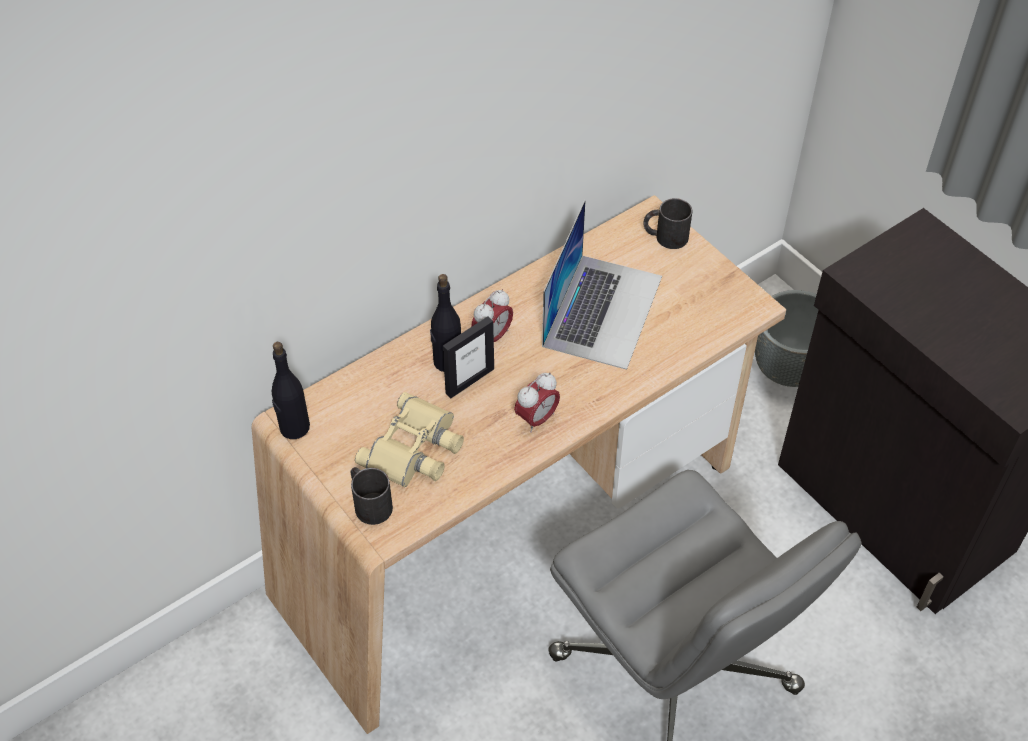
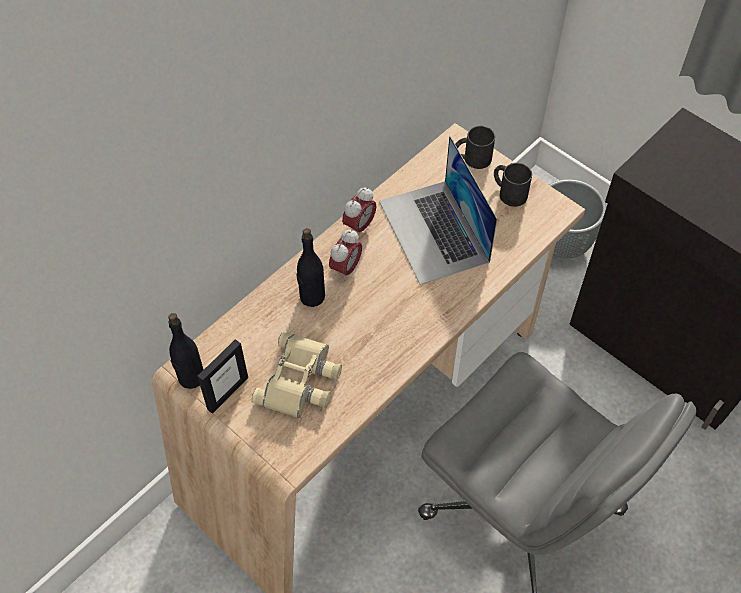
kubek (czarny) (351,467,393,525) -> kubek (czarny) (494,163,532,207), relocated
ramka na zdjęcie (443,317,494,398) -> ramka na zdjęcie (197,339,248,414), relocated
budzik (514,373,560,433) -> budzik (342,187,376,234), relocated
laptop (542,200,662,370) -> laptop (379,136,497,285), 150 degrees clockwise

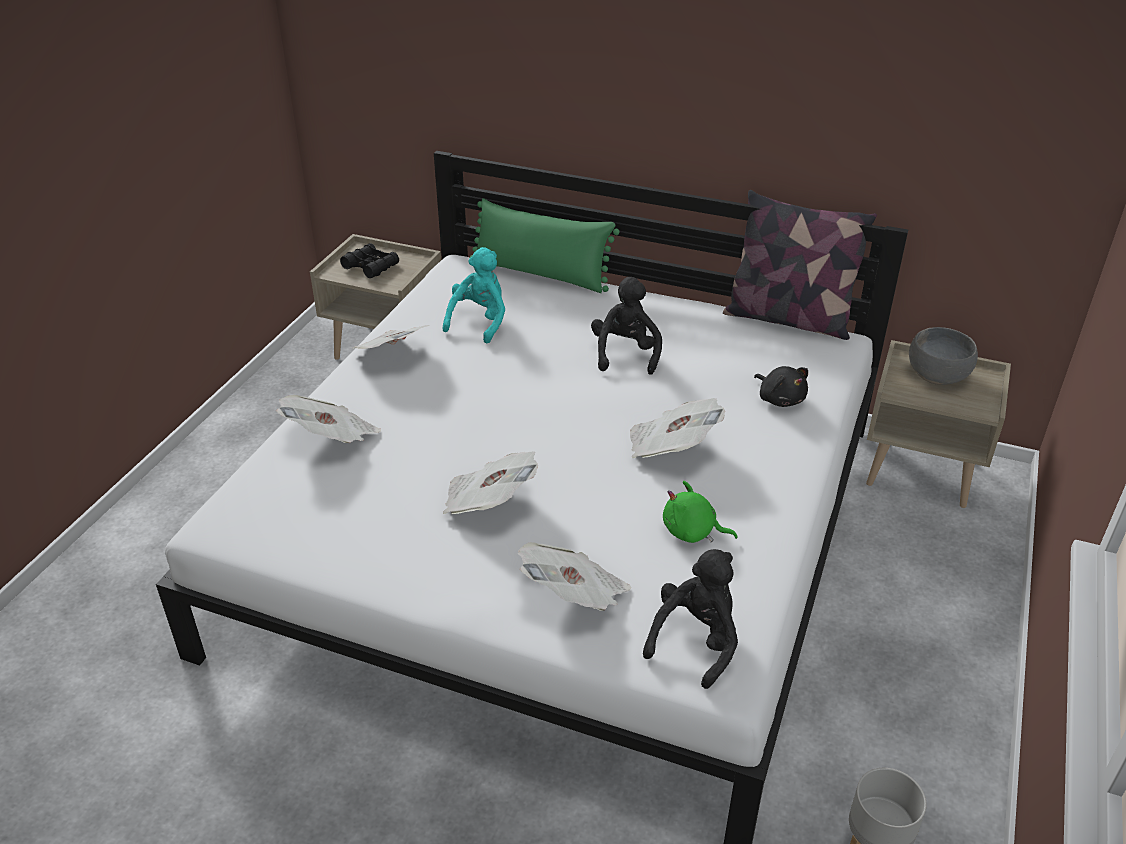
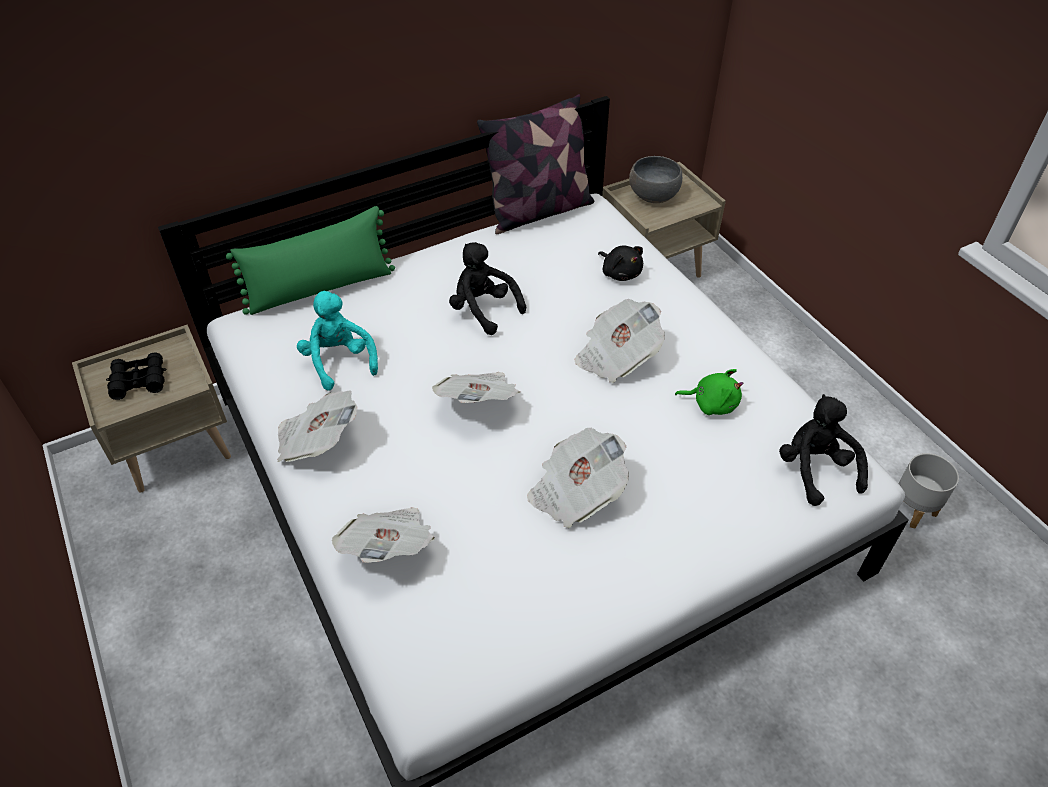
gazeta (518,542,631,611) -> gazeta (432,372,520,403), relocated
pluszak (zielony) (663,481,738,543) -> pluszak (zielony) (675,369,744,415), 135 degrees counterclockwise
pluszak (czarny) (754,366,808,407) -> pluszak (czarny) (598,246,643,281), 45 degrees clockwise

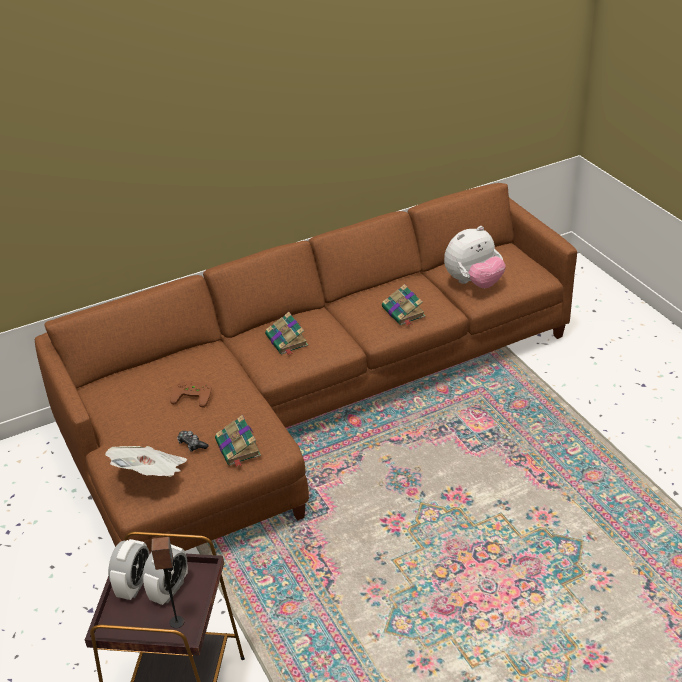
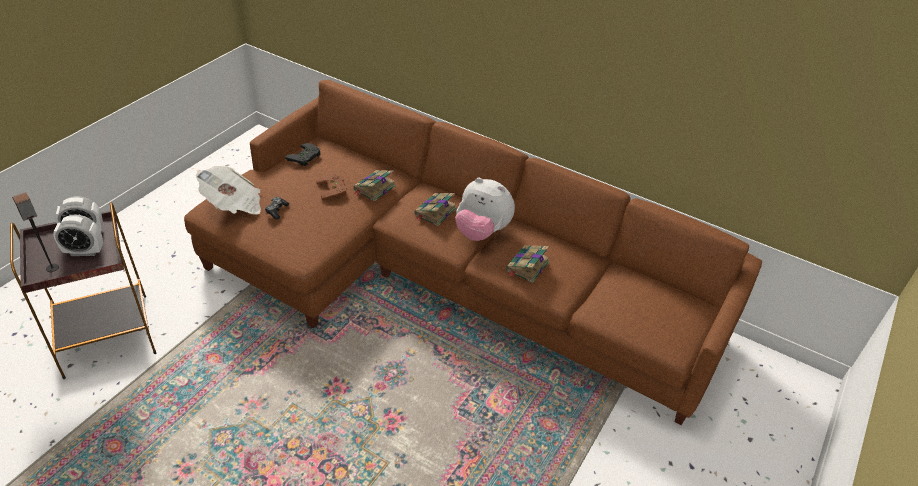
książka (215,415,261,468) -> książka (354,170,396,201), relocated
pluszak (444,226,506,288) -> pluszak (455,178,515,241), relocated
none -> pad do gier (czarny) (285,143,321,166)

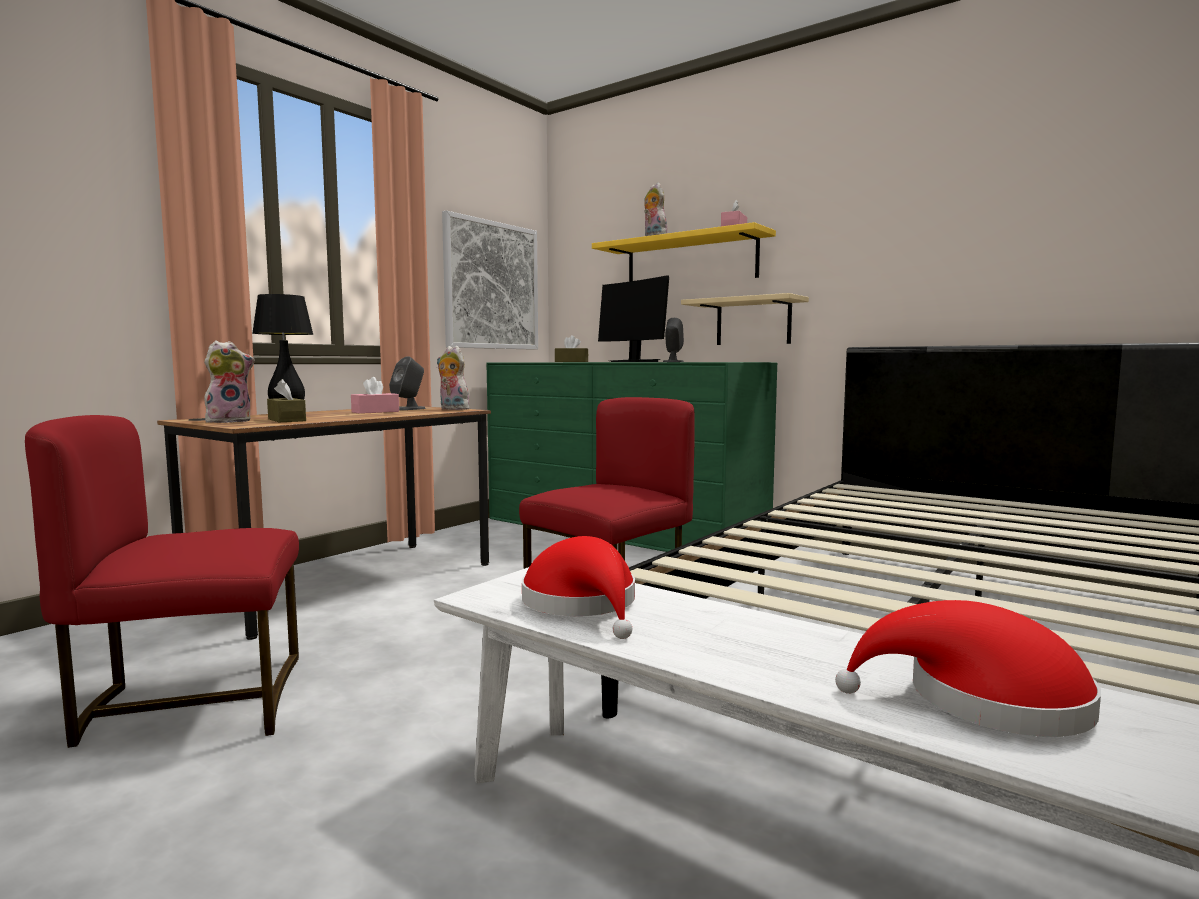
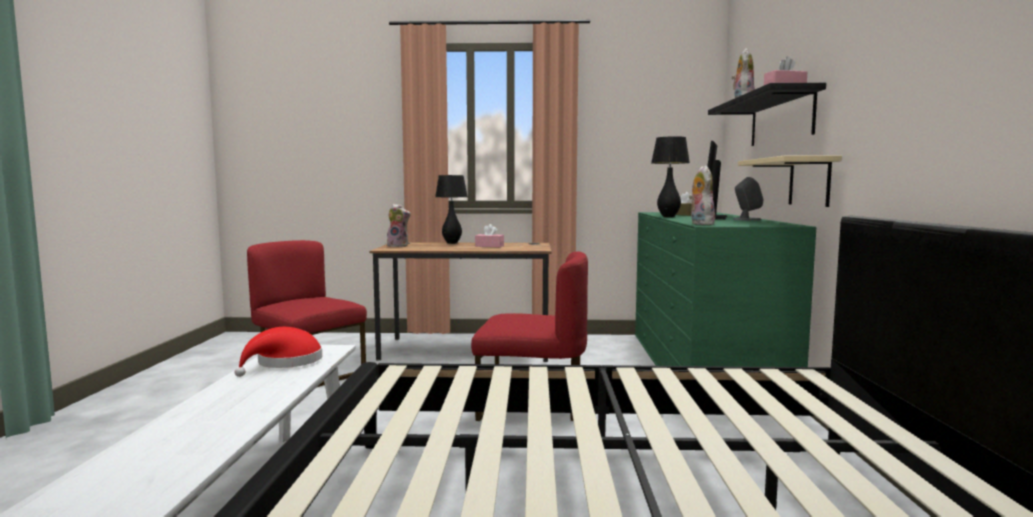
pudełko chusteczek (brązowy) (267,379,306,422) -> none
głośnik (szary) (389,356,426,410) -> none
pluszak (437,345,469,410) -> pluszak (689,166,715,225), relocated
obraz (442,211,538,350) -> none
półka (żółty) (592,222,776,282) -> półka (czarny) (708,83,826,146)
kapelusz (czerwony) (835,600,1101,737) -> none
none -> lampa stołowa (czarny) (651,136,690,217)

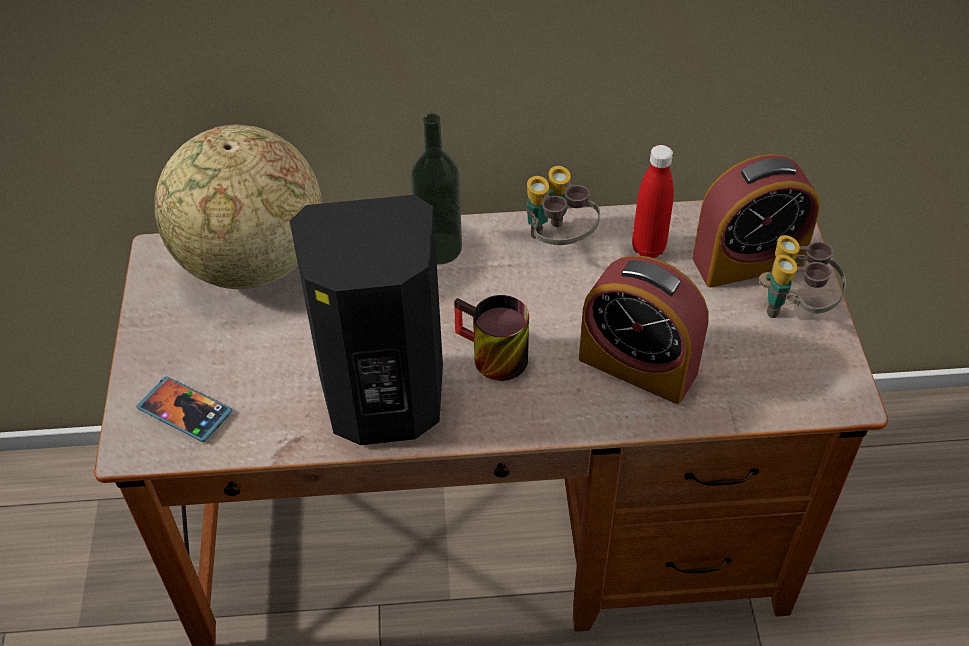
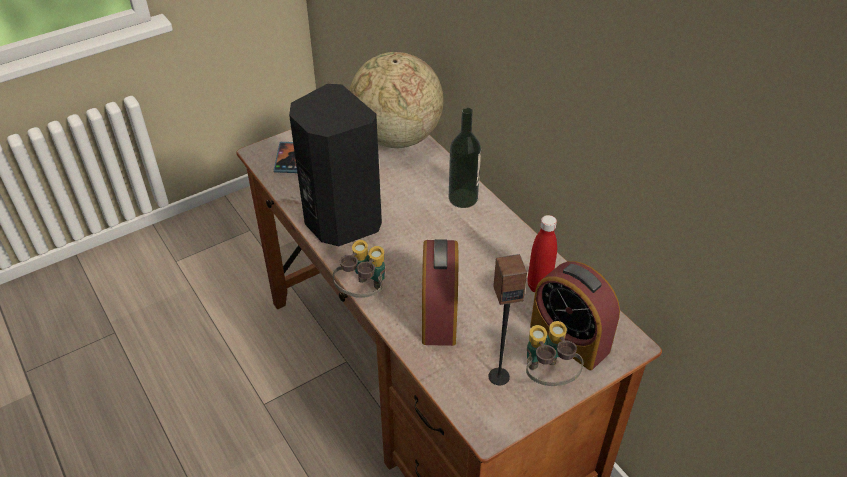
kubek (454,295,529,381) -> none
lornetka (527,166,600,245) -> lornetka (333,240,385,298), relocated
none -> głośnik (489,254,527,385)

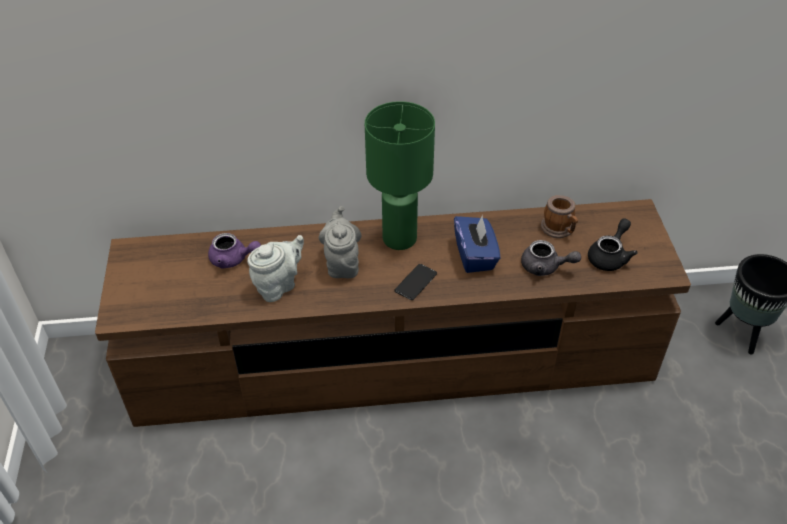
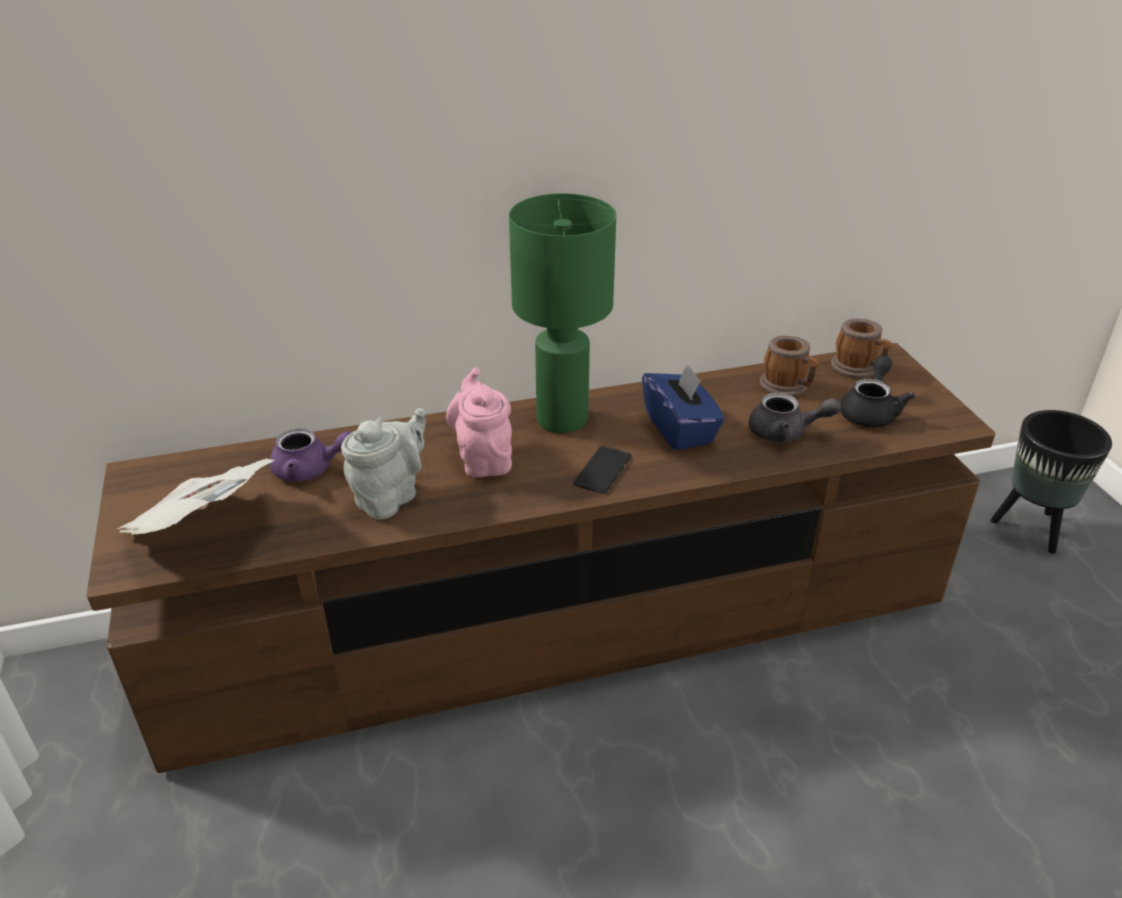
imbryk (szary) (319,206,361,278) -> imbryk (różowy) (446,368,512,477)
none -> gazeta (118,459,274,535)
none -> kubek (831,319,892,379)

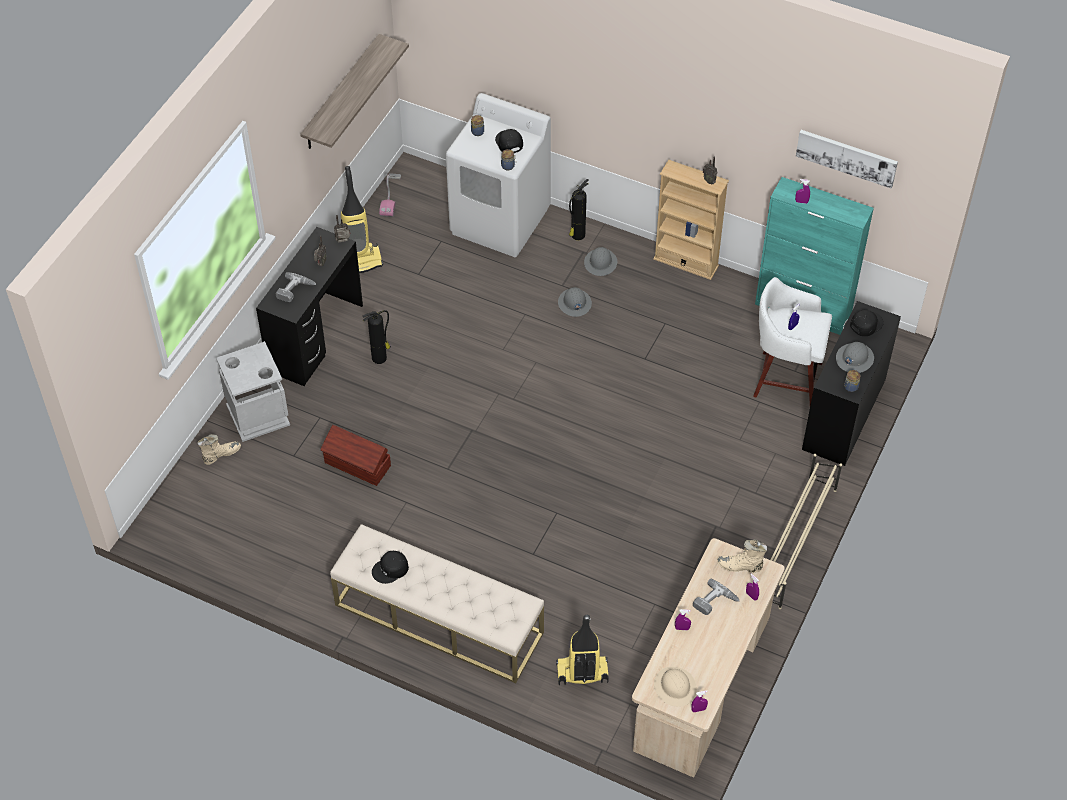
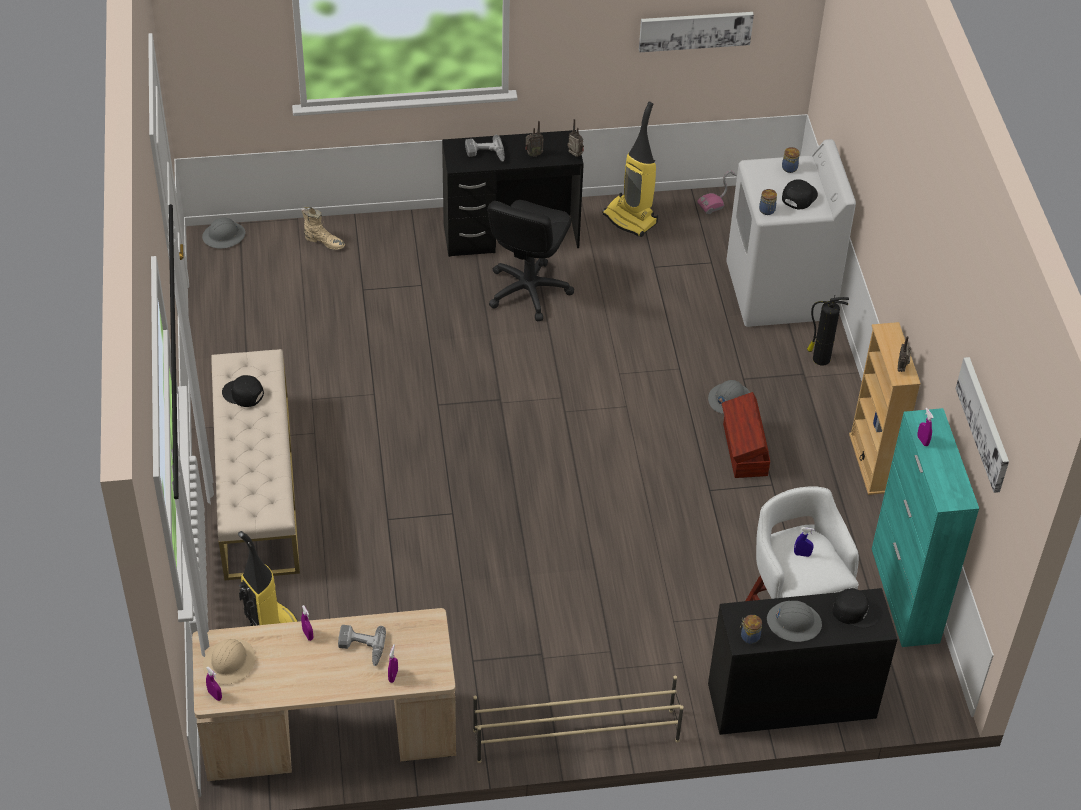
kosz na śmieci (szary) (216,341,290,442) -> none
półka (300,34,409,149) -> obraz (639,12,754,52)
pojemnik do przechowywania (brązowy) (320,425,391,486) -> pojemnik do przechowywania (brązowy) (722,392,770,478), relocated
gaśnica (363,310,391,364) -> krzesło biurowe (czarny) (487,200,574,322)
kask (szary) (584,247,617,276) -> kask (szary) (202,218,245,249), relocated
but z cholewką (beżowy) (717,539,767,573) -> none

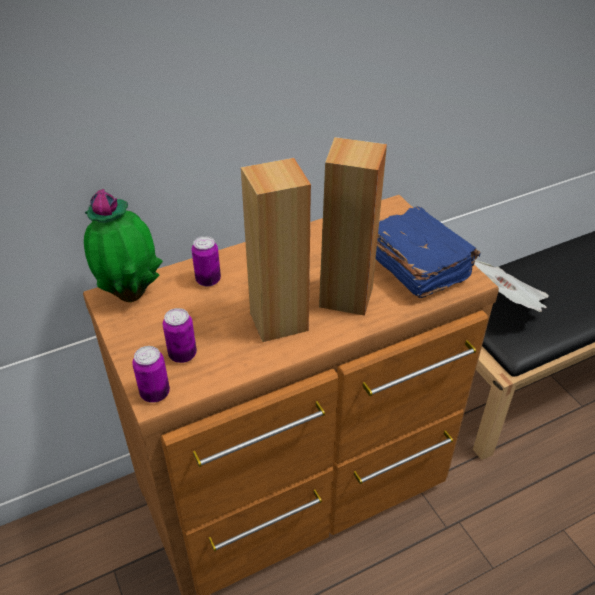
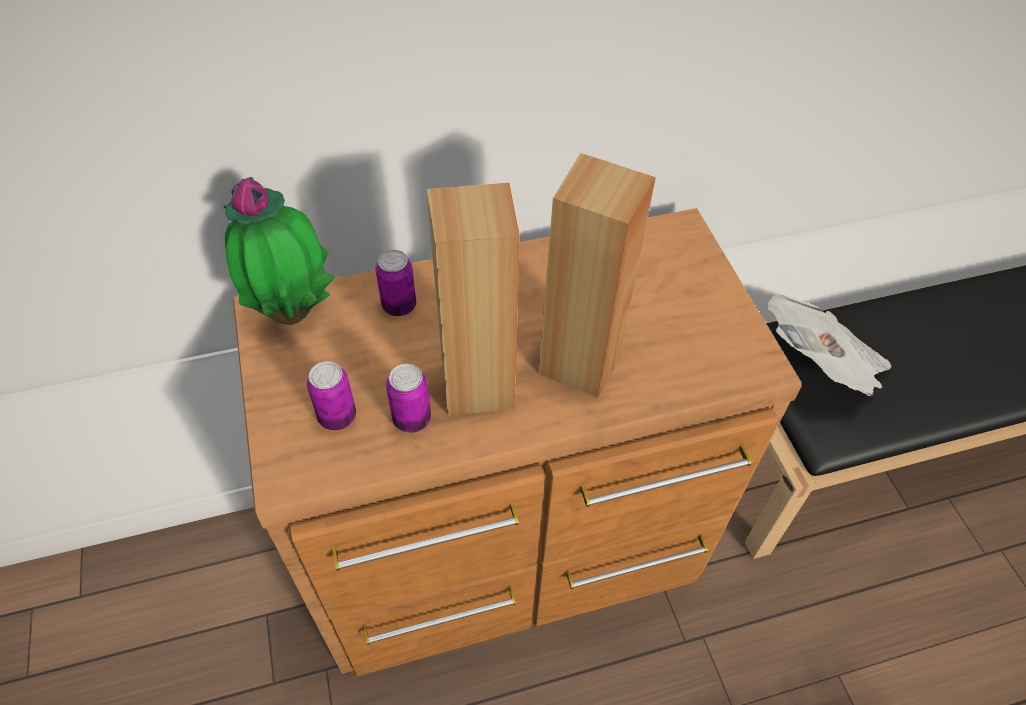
puszka (132,346,170,403) -> puszka (386,364,431,433), relocated
książka (niebieski) (376,206,481,298) -> none

